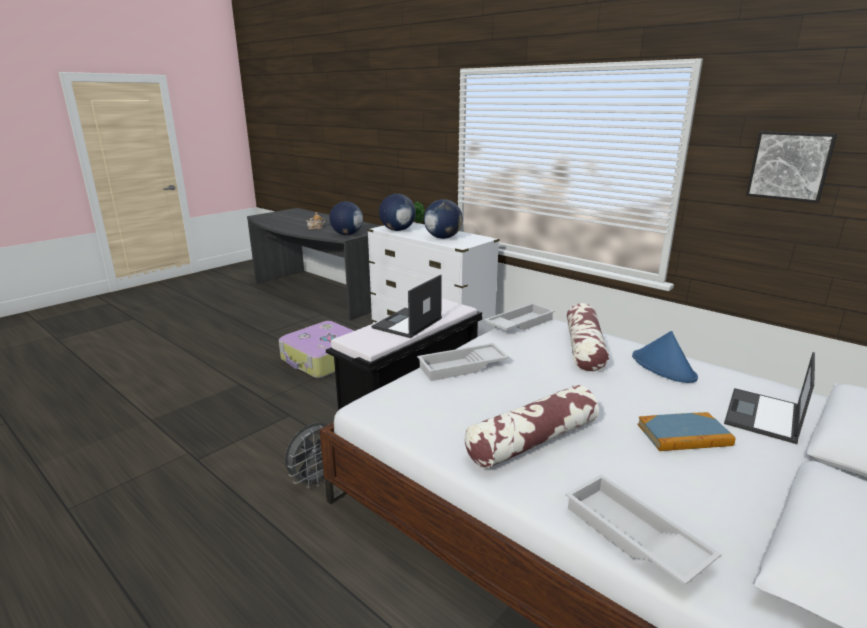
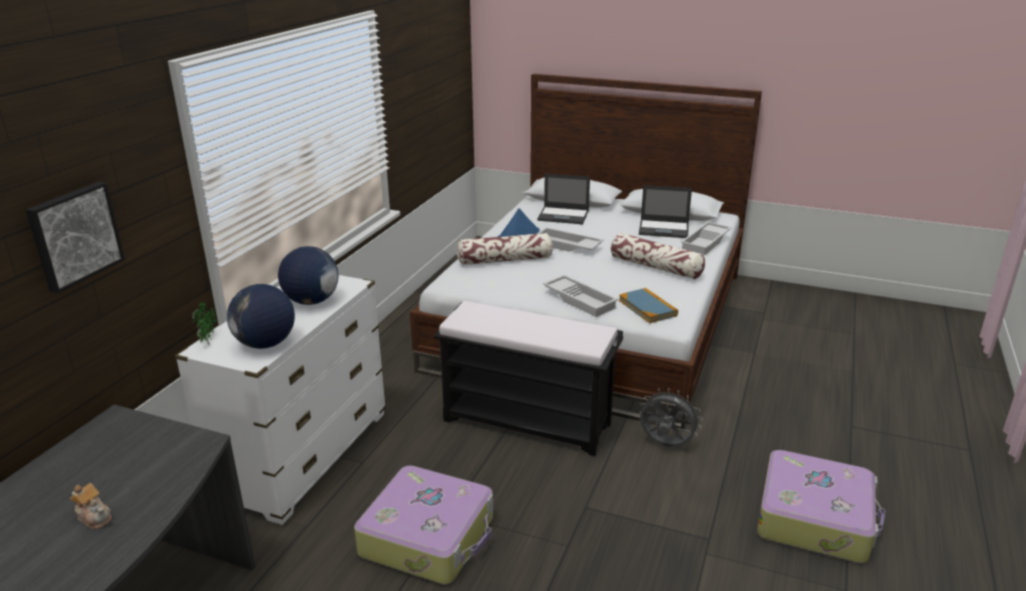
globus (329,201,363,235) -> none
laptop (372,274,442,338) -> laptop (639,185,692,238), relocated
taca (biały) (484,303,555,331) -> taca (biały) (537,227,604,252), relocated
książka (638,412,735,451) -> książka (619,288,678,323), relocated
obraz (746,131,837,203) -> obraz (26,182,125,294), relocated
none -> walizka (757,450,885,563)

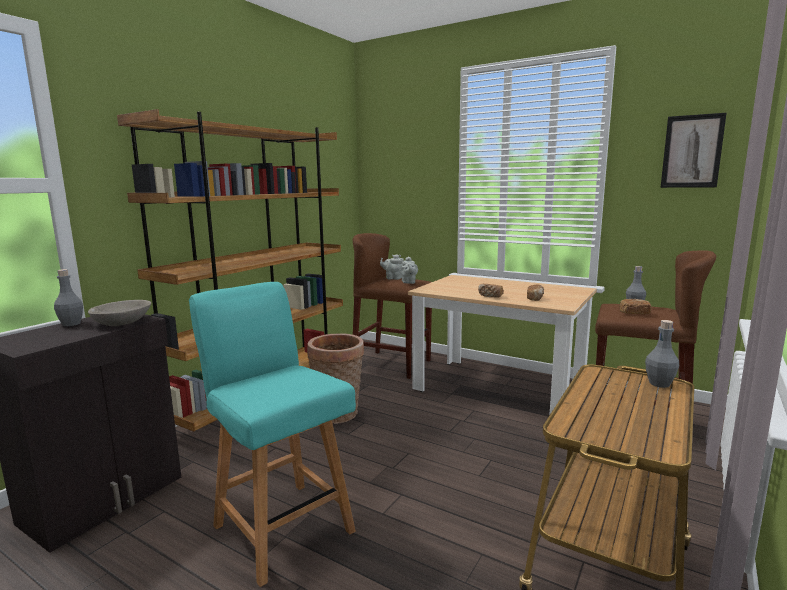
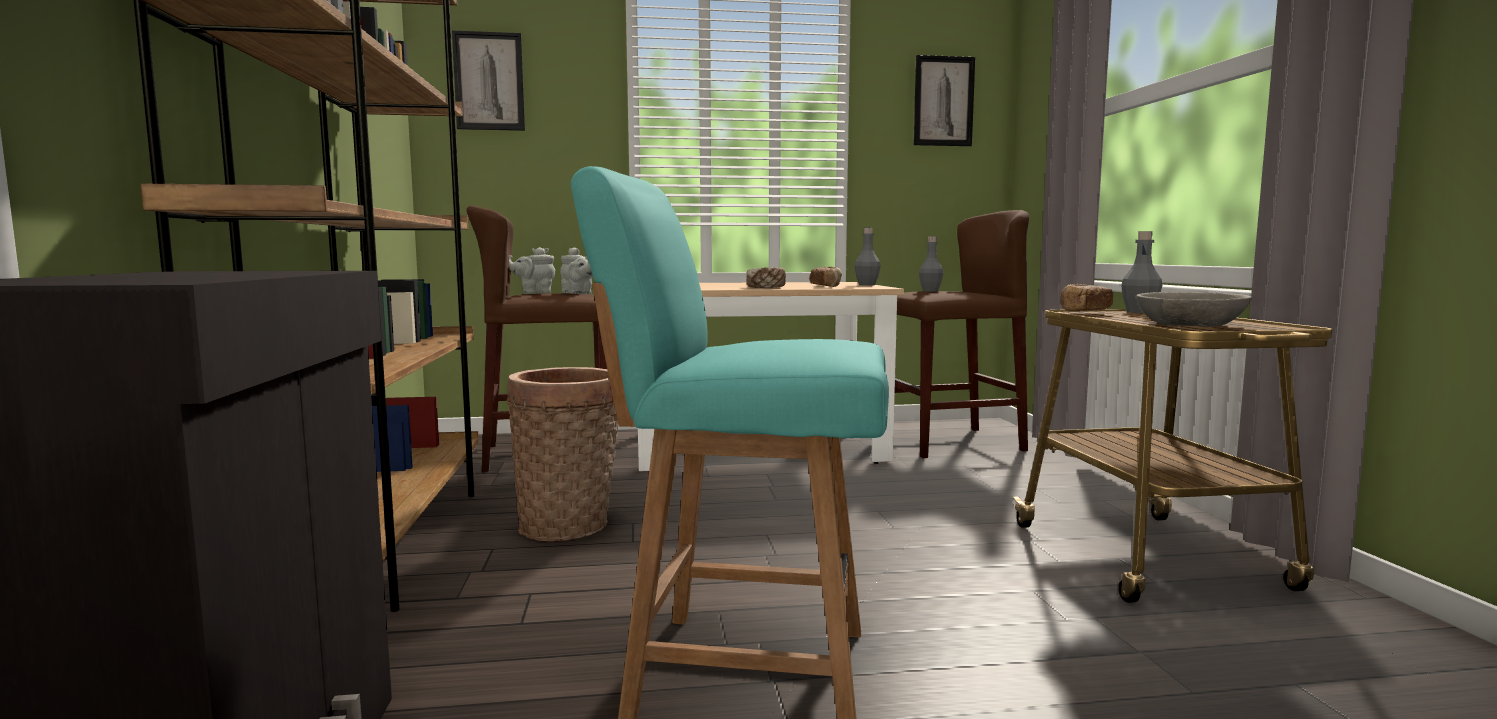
butelka (szary) (54,269,83,326) -> butelka (szary) (855,228,881,286), relocated
miska (szary) (88,300,151,326) -> miska (szary) (1137,292,1252,327), relocated
chleb (620,299,651,314) -> chleb (1060,284,1113,311), relocated
none -> obraz (452,30,525,131)

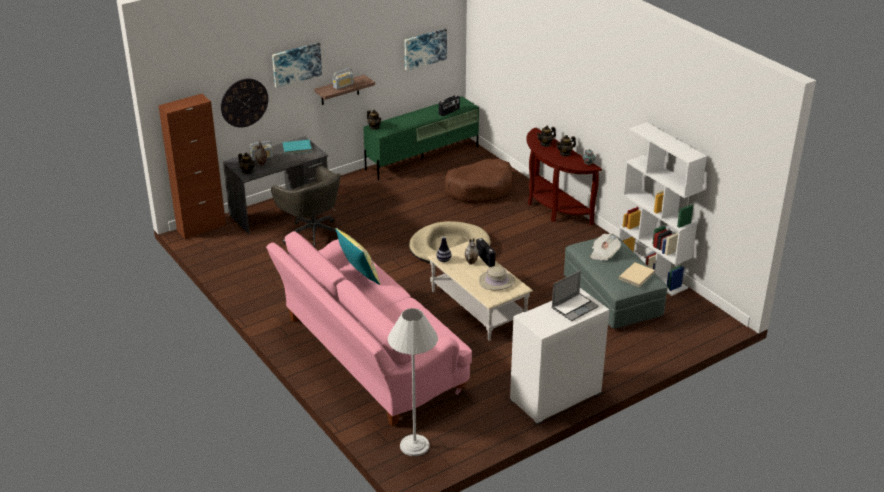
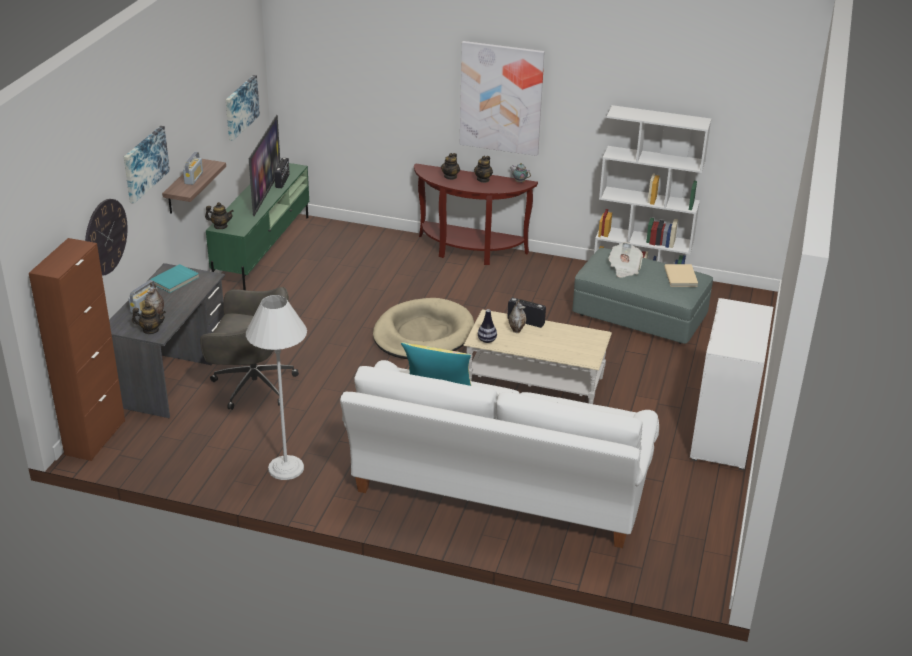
kanapa (różowy) (266,231,472,426) -> kanapa (biały) (340,360,659,548)
lampa stojąca (biały) (388,308,438,456) -> lampa stojąca (biały) (246,295,307,480), relocated
legowisko (brązowy) (445,159,512,203) -> none
kapelusz (beżowy) (479,267,515,290) -> none
laptop (551,270,599,321) -> none
none -> telewizor (249,115,280,216)
none -> obraz (460,41,545,156)

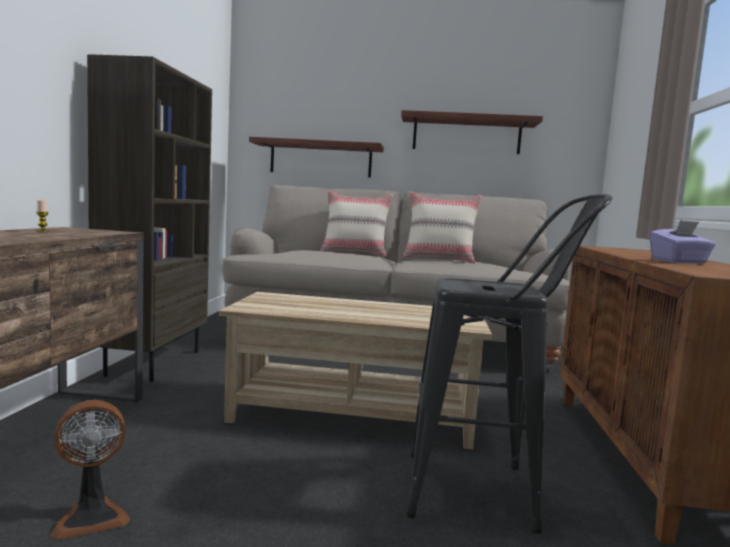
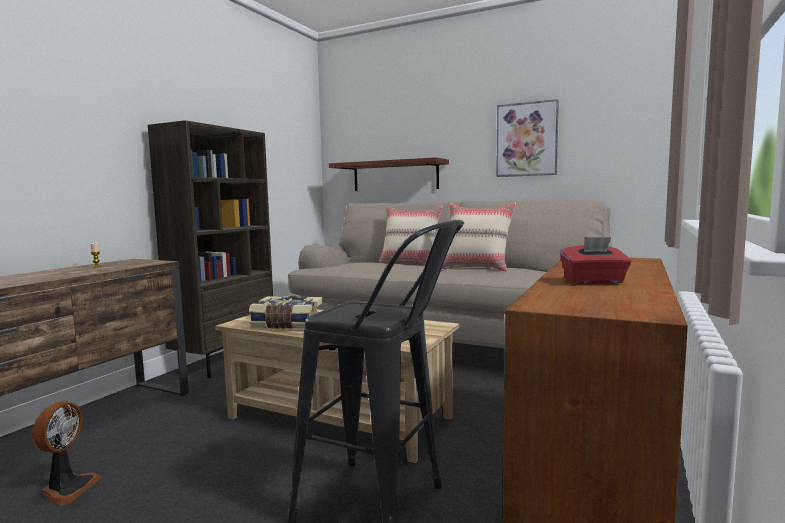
wentylator (51,400,130,540) -> wentylator (32,401,102,505), 75 degrees counterclockwise
półka (401,110,543,154) -> obraz (496,99,559,177)
pudełko chusteczek (fioletowy) (649,220,716,264) -> pudełko chusteczek (czerwony) (560,237,631,284)
none -> książka (249,296,323,329)

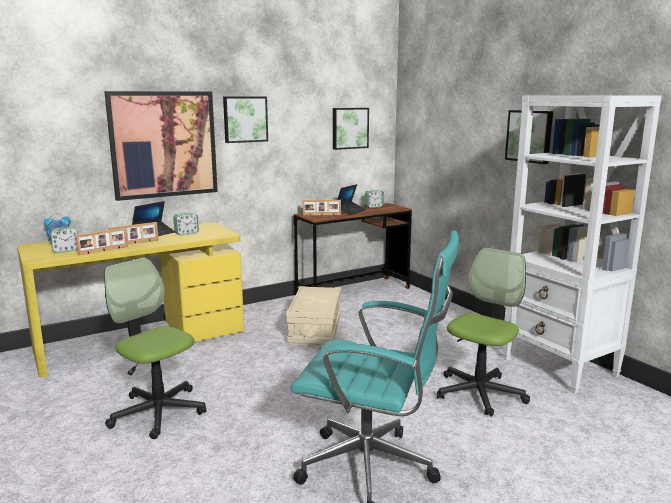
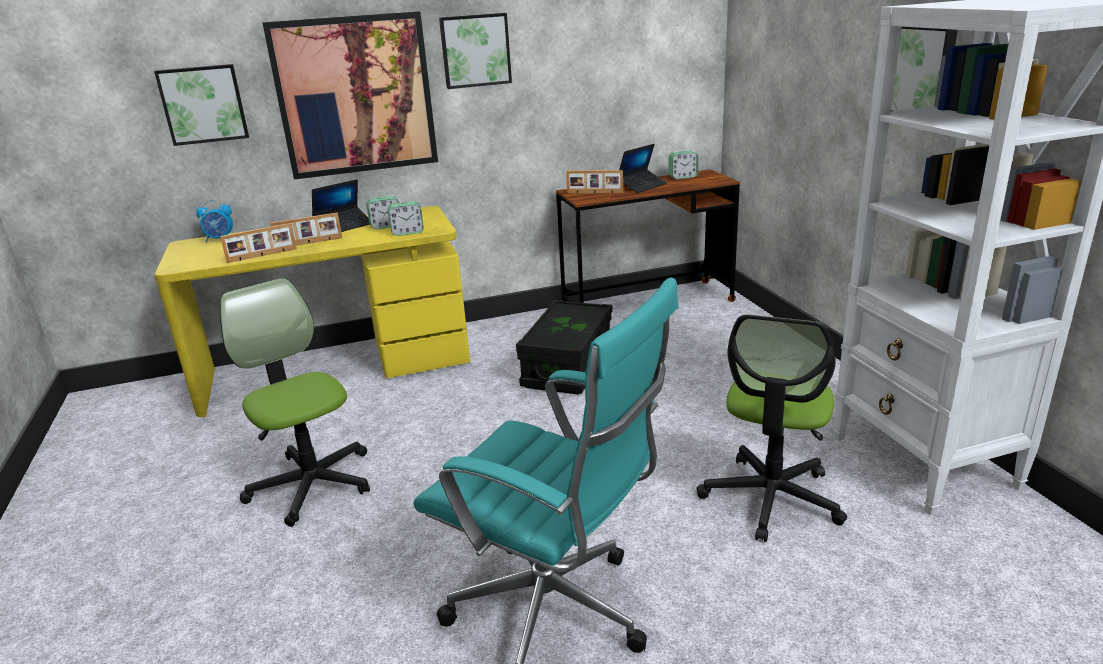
budzik (50,227,78,253) -> budzik (388,201,424,236), relocated
pojemnik do przechowywania (beżowy) (286,286,341,345) -> pojemnik do przechowywania (czarny) (516,300,613,394)
obraz (333,108,369,150) -> obraz (154,64,249,146), relocated
krzesło biurowe (437,248,530,417) -> krzesło biurowe (696,314,847,542), 150 degrees clockwise

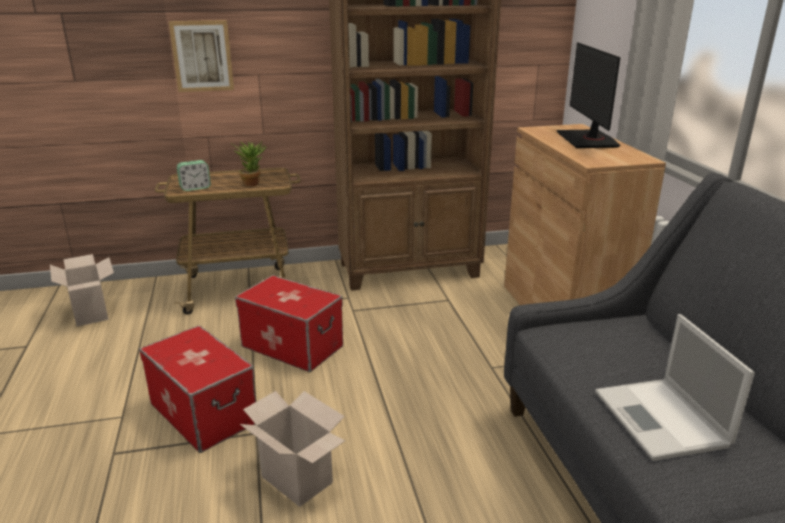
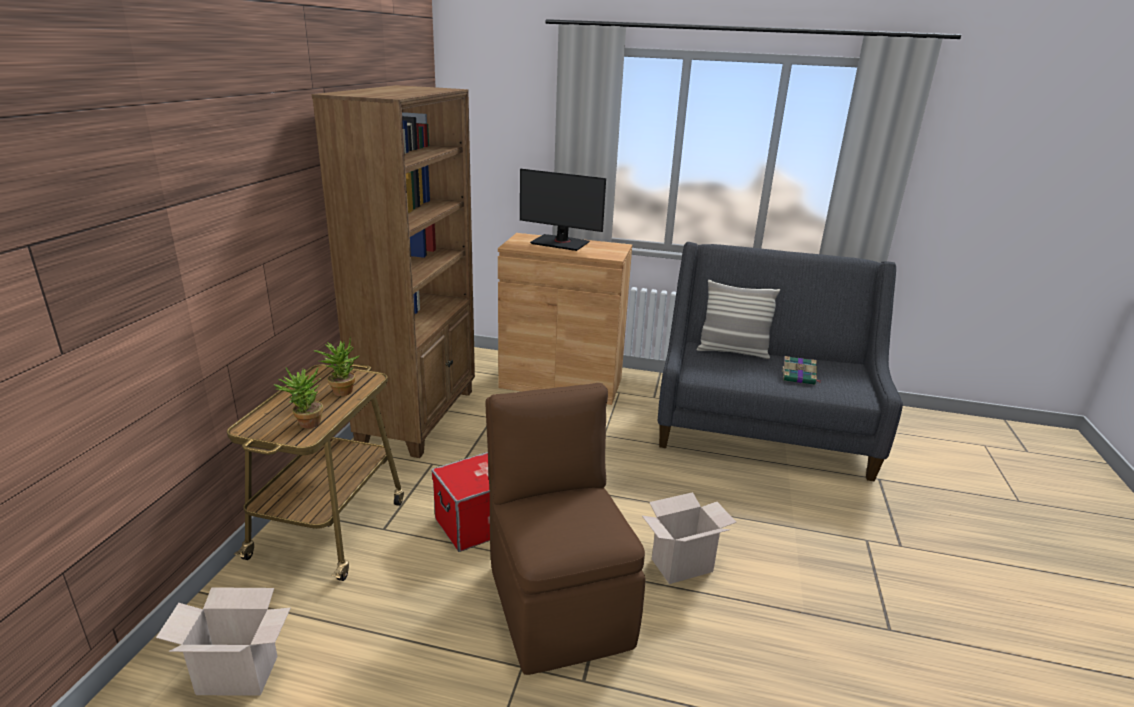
pojemnik do przechowywania (139,325,256,453) -> krzesło (brązowy) (486,383,646,675)
obraz (169,20,234,92) -> none
budzik (177,160,211,191) -> roślina doniczkowa (274,367,323,429)
laptop (595,314,755,461) -> książka (782,356,822,385)
none -> poduszka (696,280,780,359)

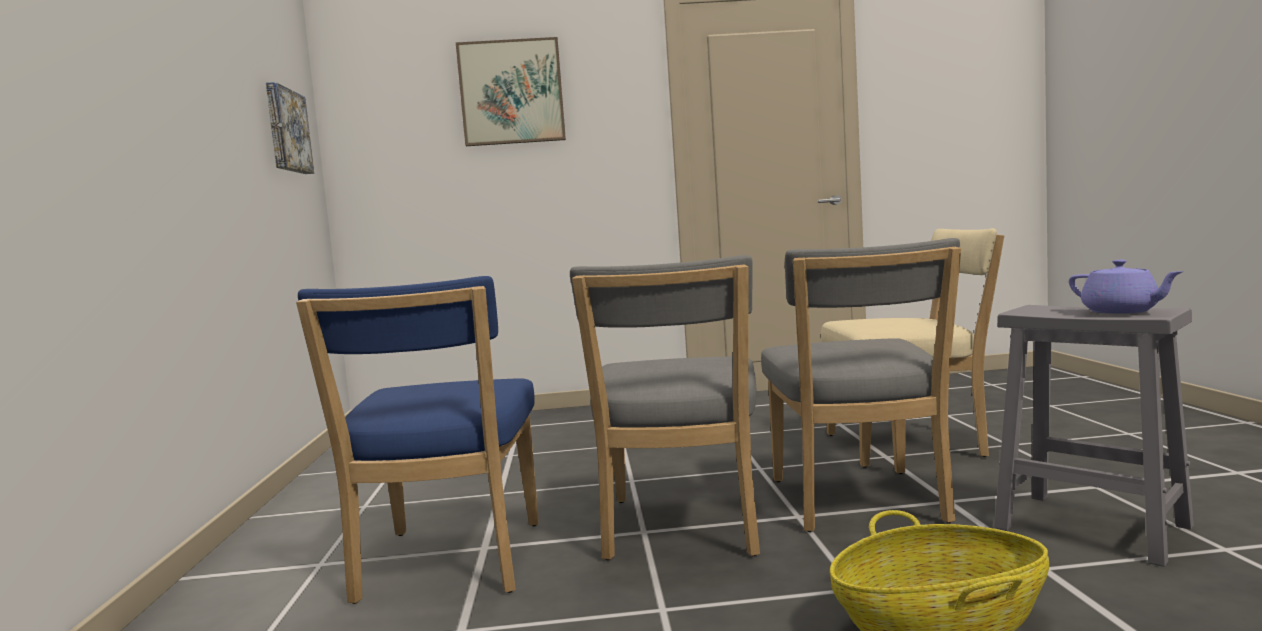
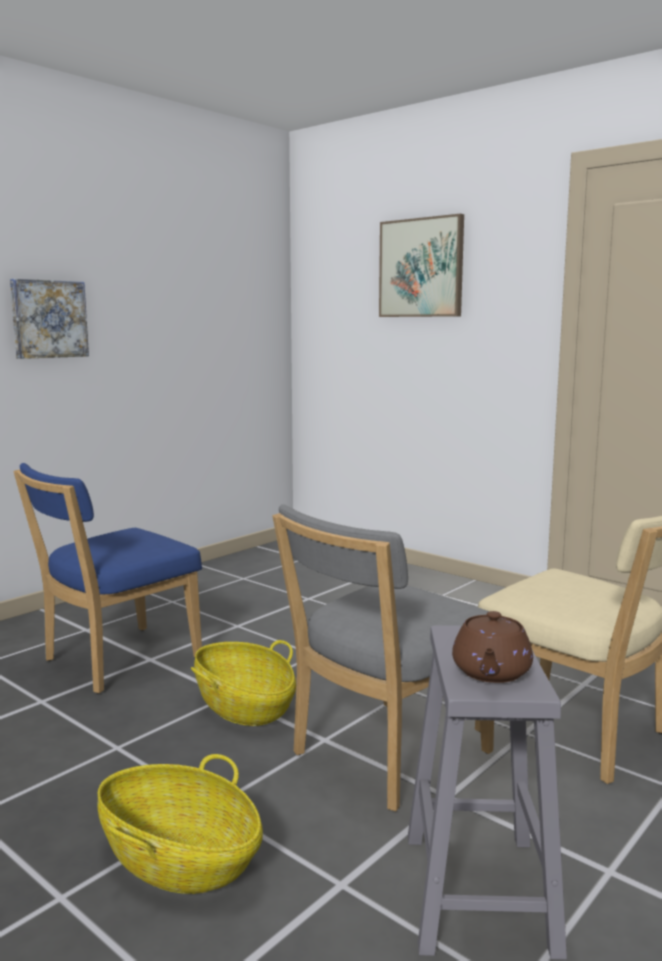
obraz (266,82,314,174) -> obraz (10,279,89,359), relocated
krzesło (szary) (570,255,760,560) -> koszyk (191,640,296,726)
imbryk (fioletowy) (1069,260,1184,314) -> imbryk (brązowy) (452,611,533,683)

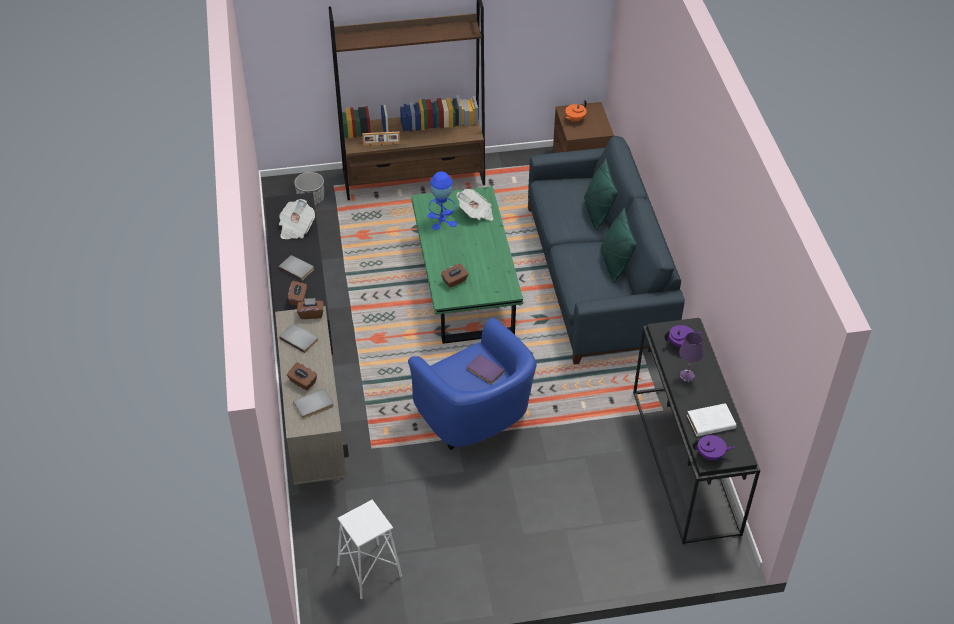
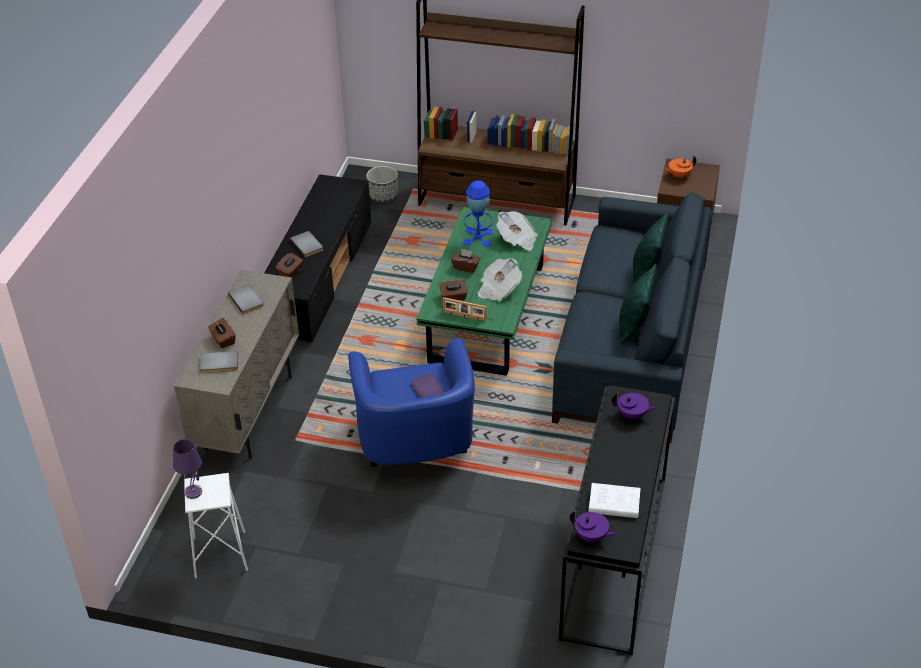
gazeta (279,199,315,239) -> gazeta (477,258,522,302), relocated
pudełko chusteczek (brązowy) (297,298,323,319) -> pudełko chusteczek (brązowy) (451,249,480,273), relocated
ramka na zdjęcie (362,132,400,146) -> ramka na zdjęcie (443,297,487,321), relocated
lampa stołowa (fioletowy) (679,332,704,382) -> lampa stołowa (fioletowy) (173,439,202,499), relocated

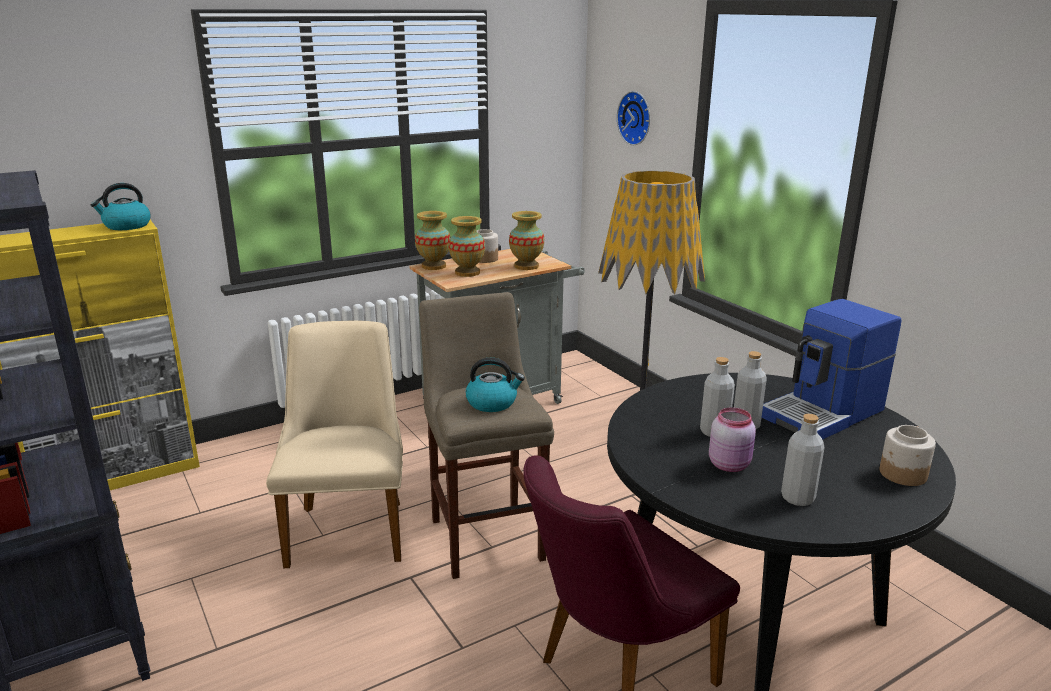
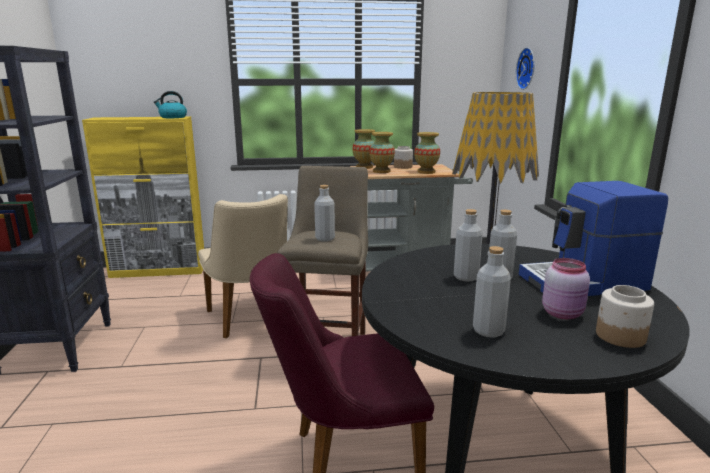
krzesło (beżowy) (266,321,403,568) -> krzesło (beżowy) (198,194,288,338), 135 degrees clockwise
czajnik (466,358,525,412) -> butelka (szary) (314,185,335,242)
słoik (różowy) (709,408,756,472) -> słoik (różowy) (542,258,590,319), relocated

